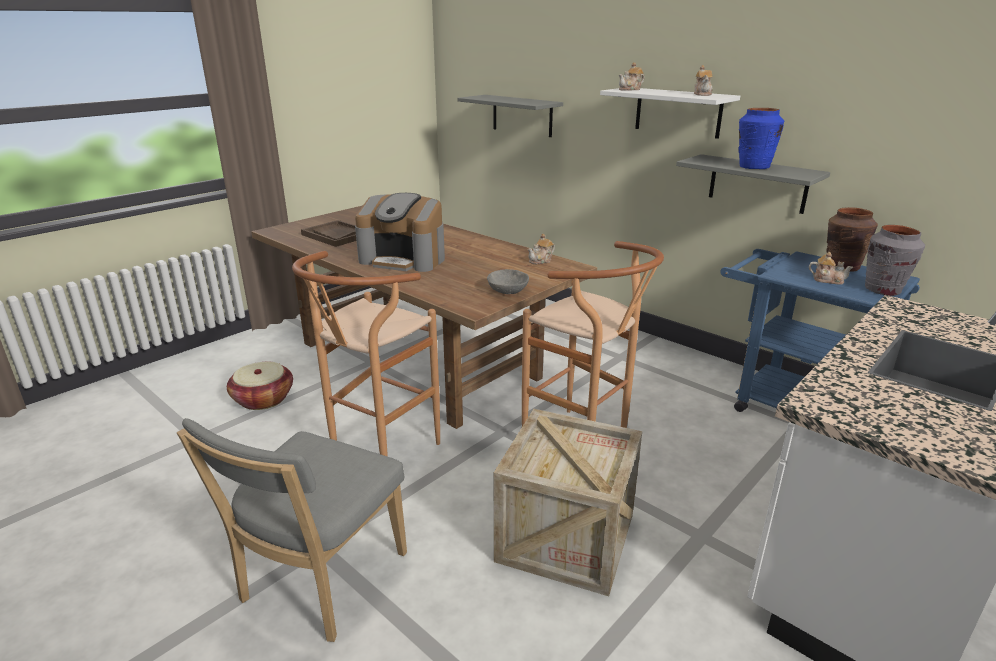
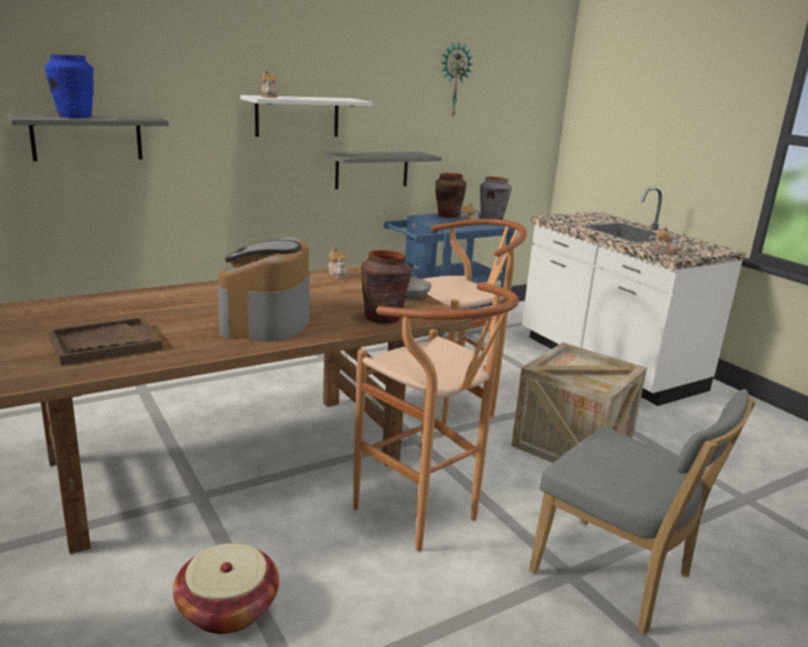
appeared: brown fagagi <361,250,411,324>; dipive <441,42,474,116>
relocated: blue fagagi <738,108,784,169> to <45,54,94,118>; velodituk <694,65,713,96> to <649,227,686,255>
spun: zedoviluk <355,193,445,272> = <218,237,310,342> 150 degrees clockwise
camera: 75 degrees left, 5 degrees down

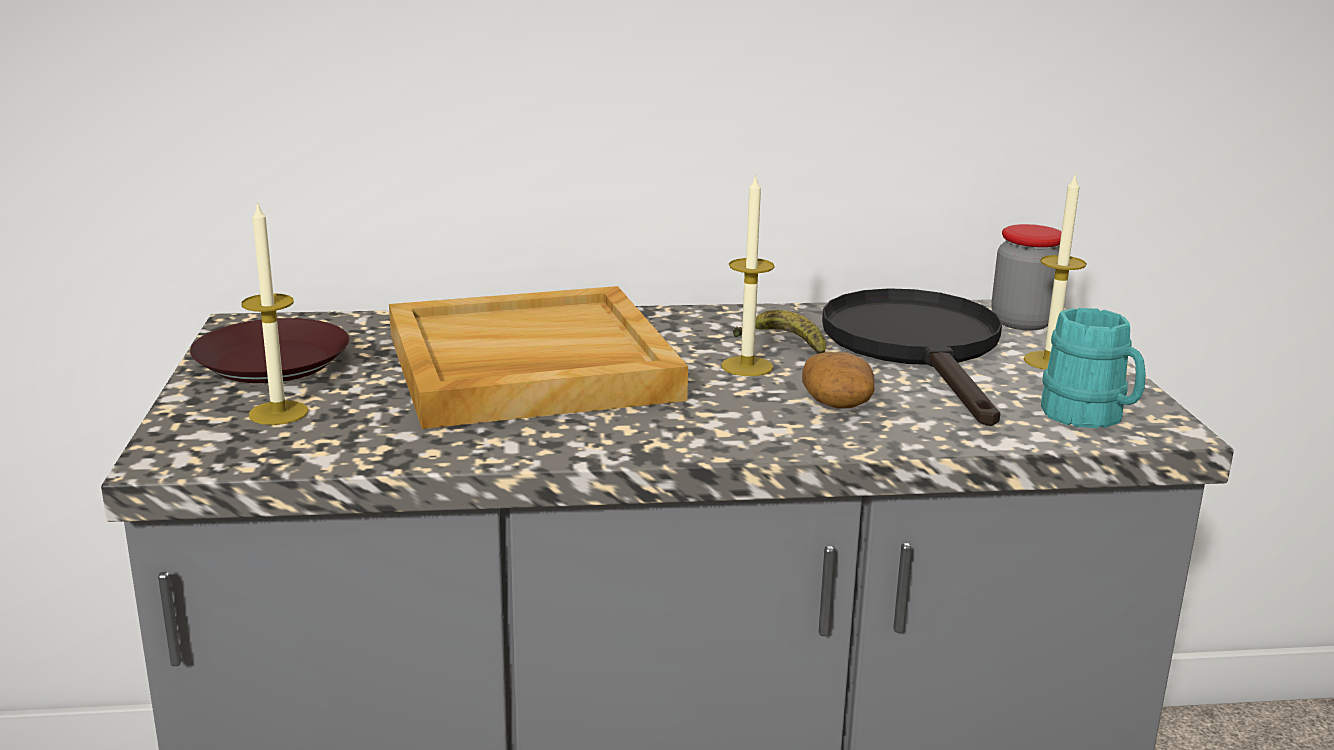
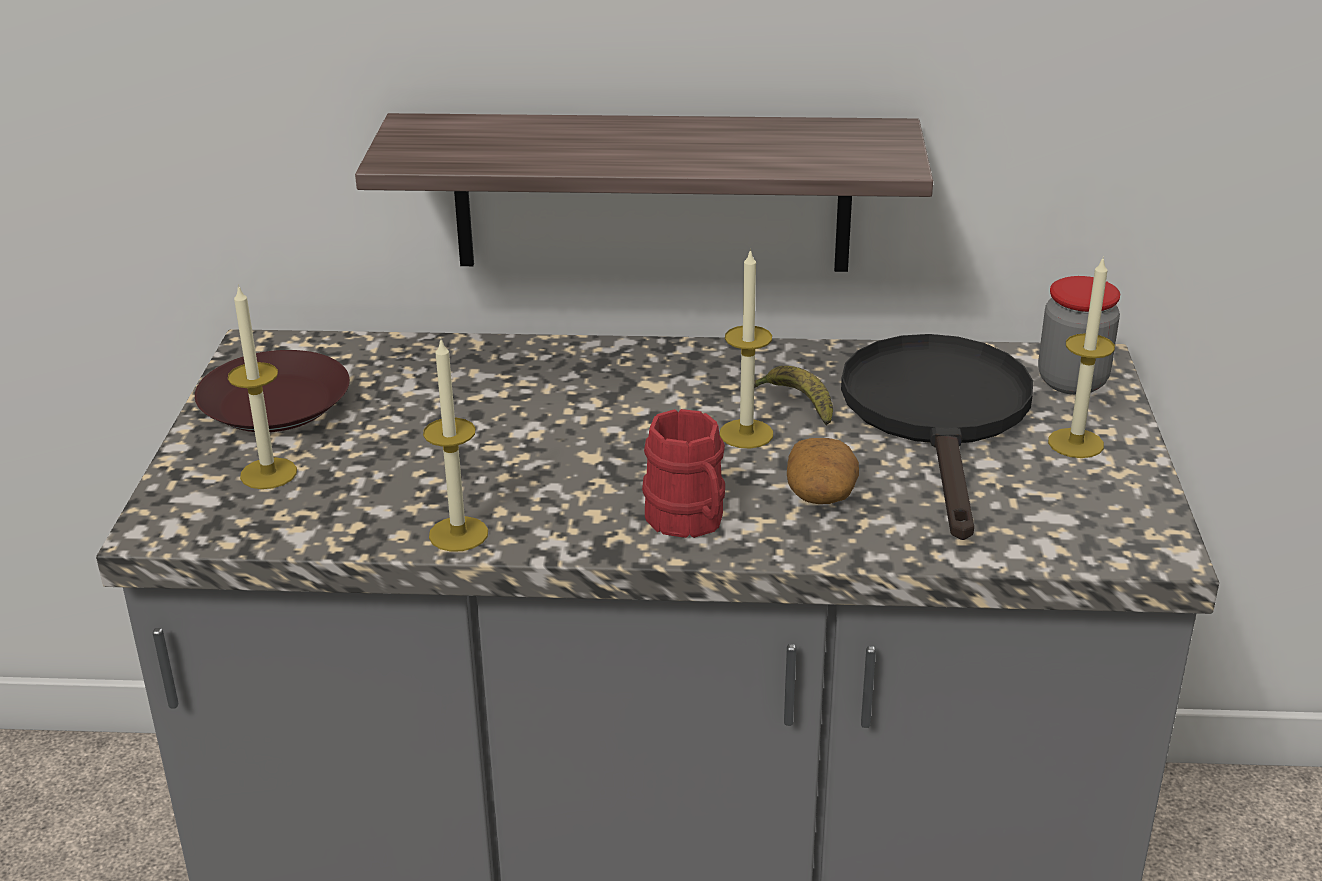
missing: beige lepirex <389,286,688,429>; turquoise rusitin <1041,308,1146,428>
appeared: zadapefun <355,113,933,272>; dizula <423,337,488,552>; red rusitin <642,409,725,538>
camera: 10 degrees right, 10 degrees up

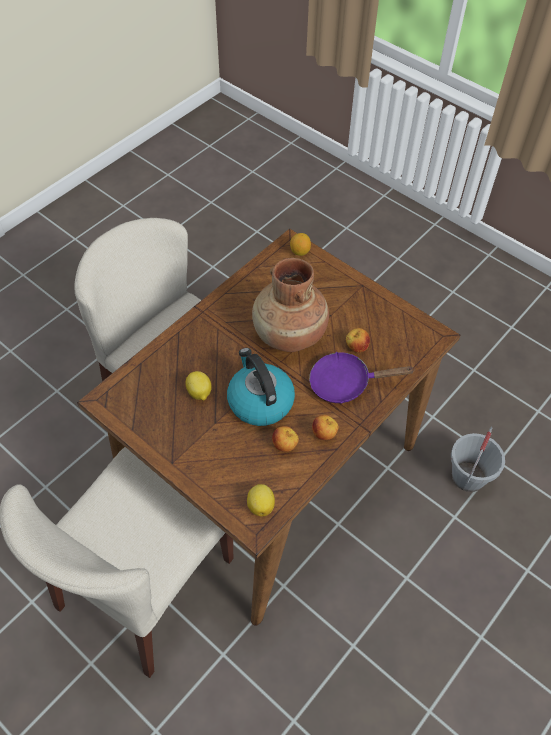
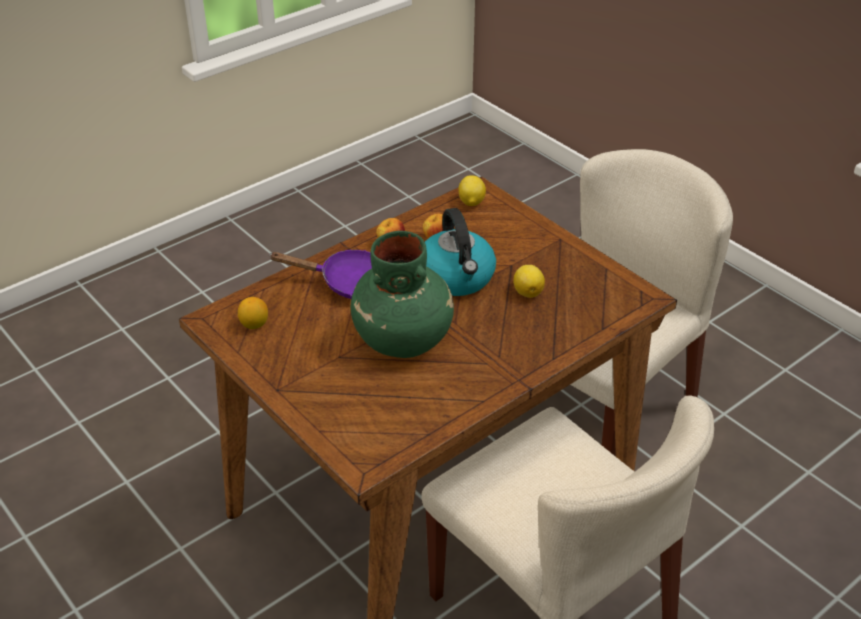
missing: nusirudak <346,328,370,353>; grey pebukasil <451,427,505,492>
relocated: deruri <290,233,311,256> to <238,297,268,329>
colour: brown fagagi <252,258,329,352> to green fagagi <351,231,454,358>
camera: 170 degrees left, 15 degrees down

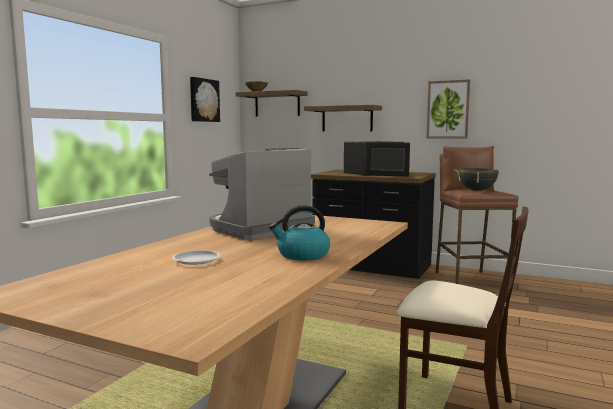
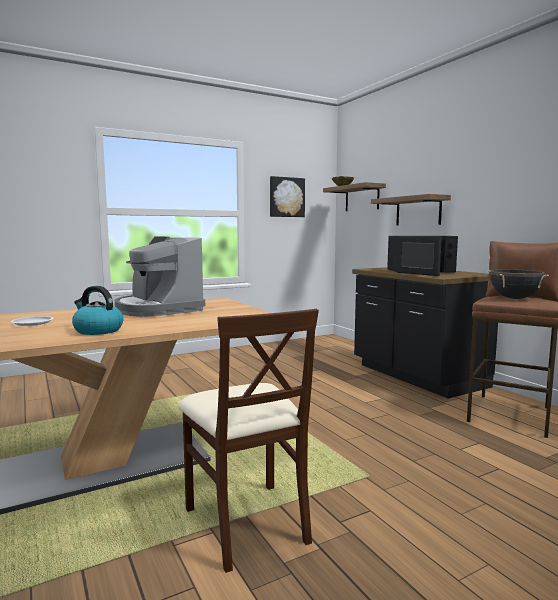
missing: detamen <427,79,470,139>
spun: zedoviluk <209,148,315,240> = <115,236,205,317> 120 degrees counterclockwise
camera: 35 degrees right, 0 degrees up

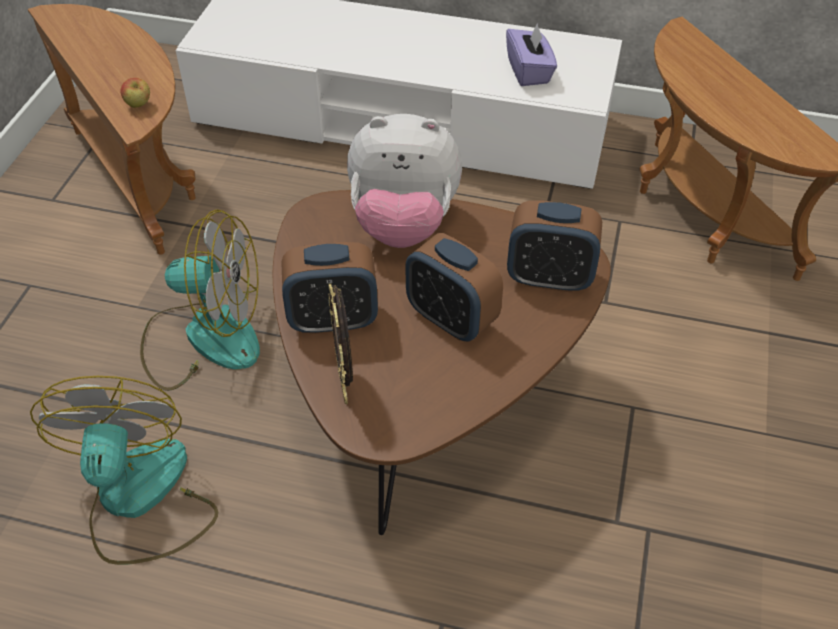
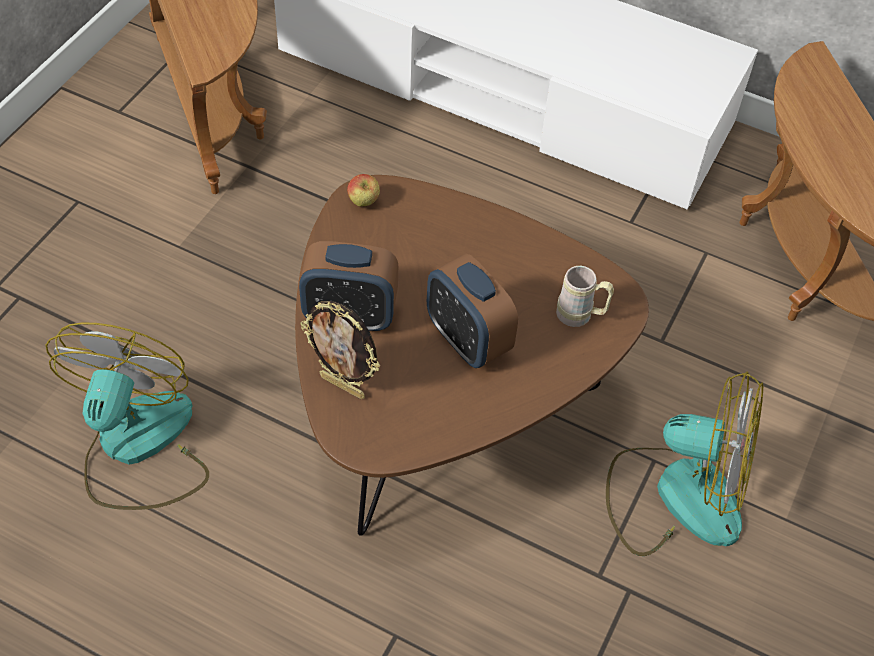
missing: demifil <347,114,462,248>; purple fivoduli <506,23,557,86>
relocated: nusirudak <120,78,150,108> to <347,174,380,207>; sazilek <140,209,260,391> to <606,372,763,556>
exchanged: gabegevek <507,200,602,293> to beige rusitin <556,266,614,327>
spun: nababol <329,284,353,404> = <300,301,380,399> 60 degrees counterclockwise
camera: 10 degrees right, 5 degrees up

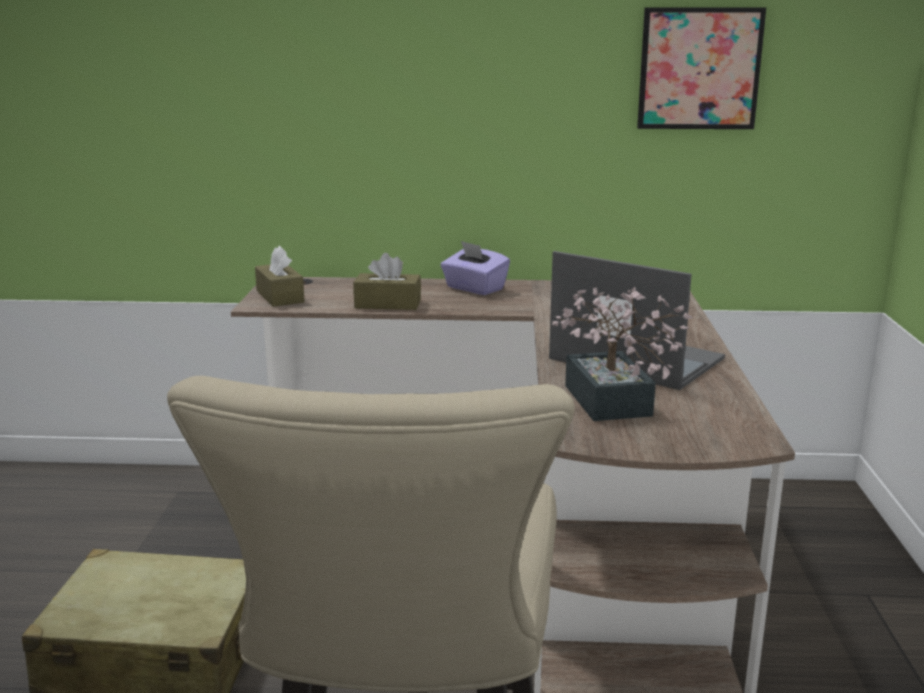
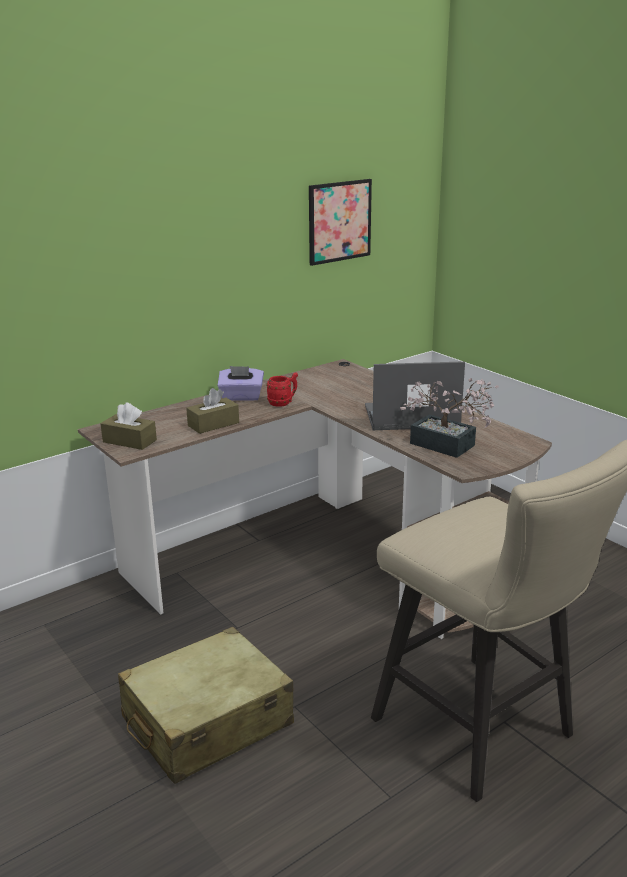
appeared: red rusitin <266,373,298,407>
camera: 40 degrees left, 5 degrees up

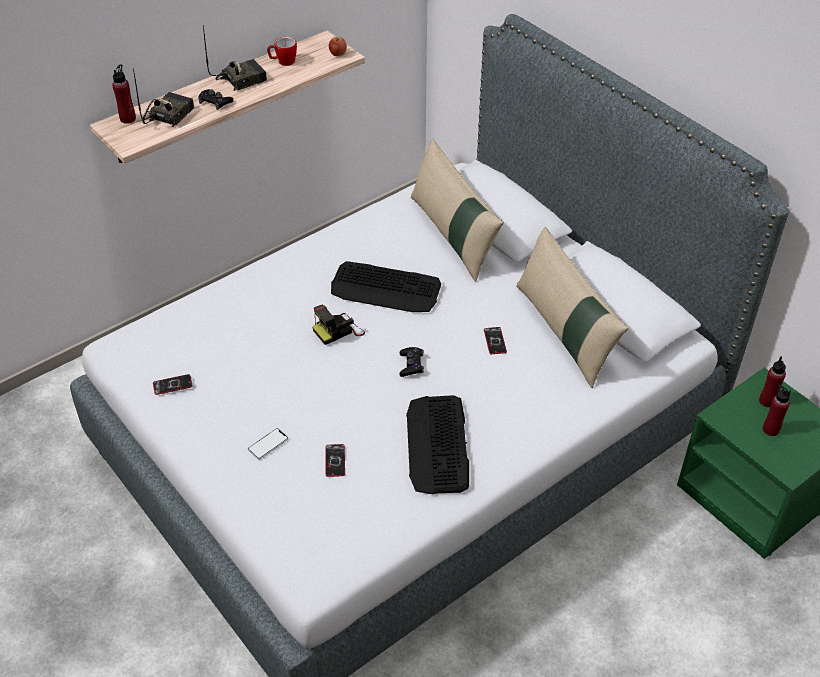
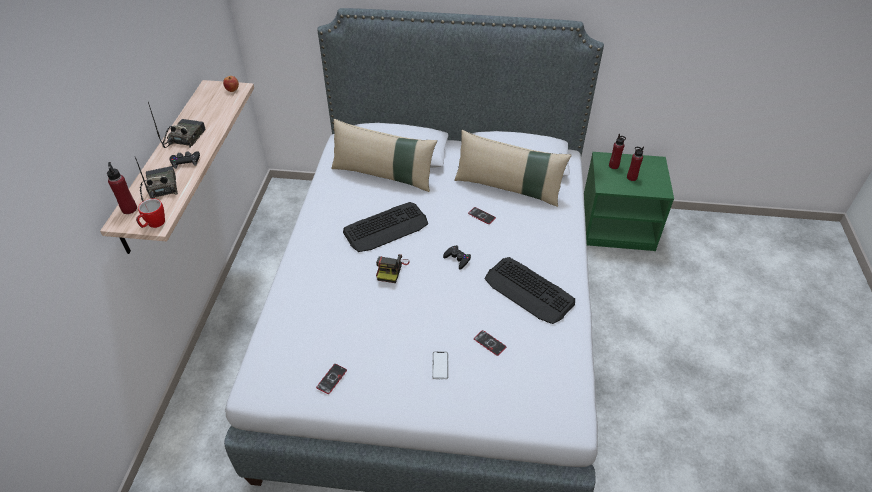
relocated: rusitin <267,37,297,66> to <136,198,165,228>
camera: 45 degrees left, 0 degrees up

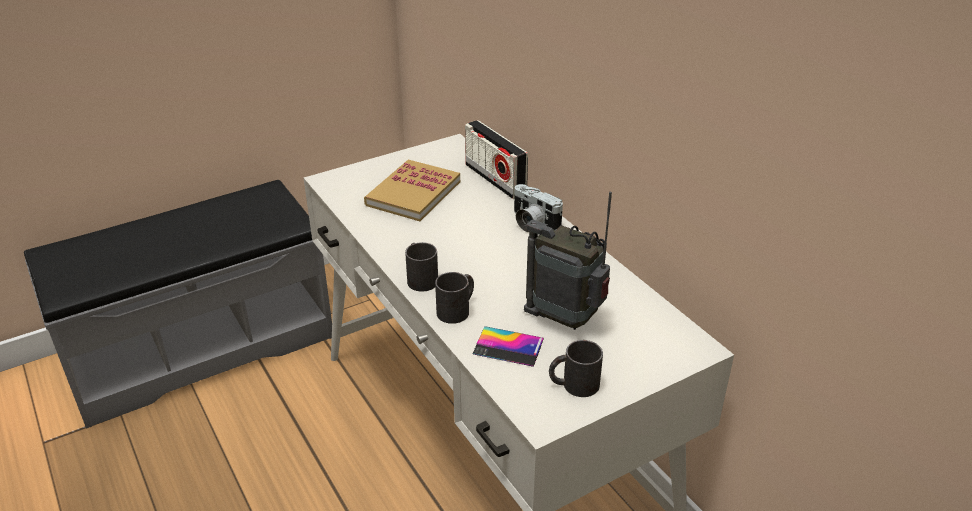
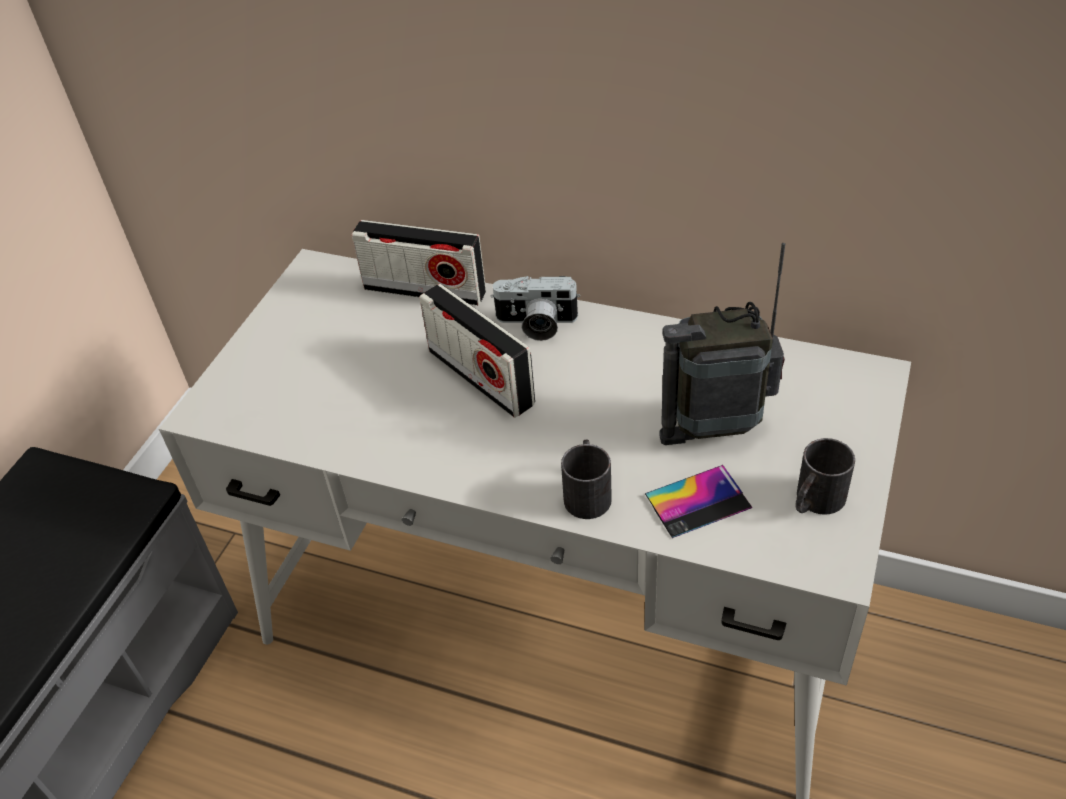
missing: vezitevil <364,160,460,221>; black rusitin <405,242,438,292>
appeared: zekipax <419,284,535,418>
camera: 35 degrees left, 10 degrees up

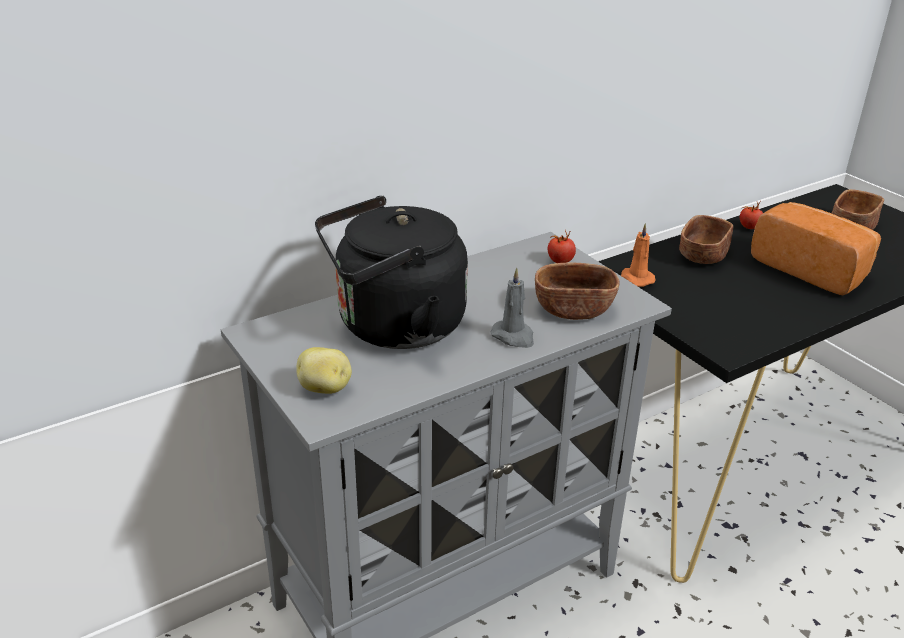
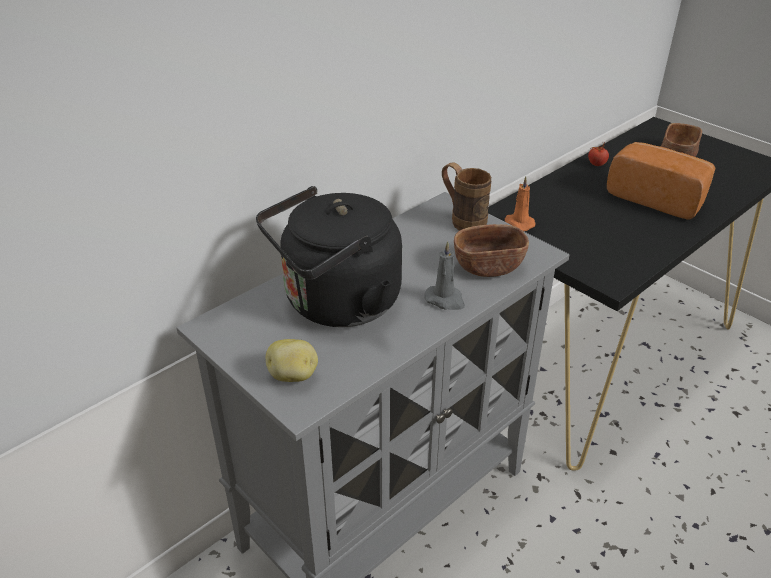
missing: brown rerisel <679,215,733,264>
exchanged: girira <548,230,576,263> to brown rusitin <442,162,491,231>
camera: 10 degrees left, 5 degrees up

